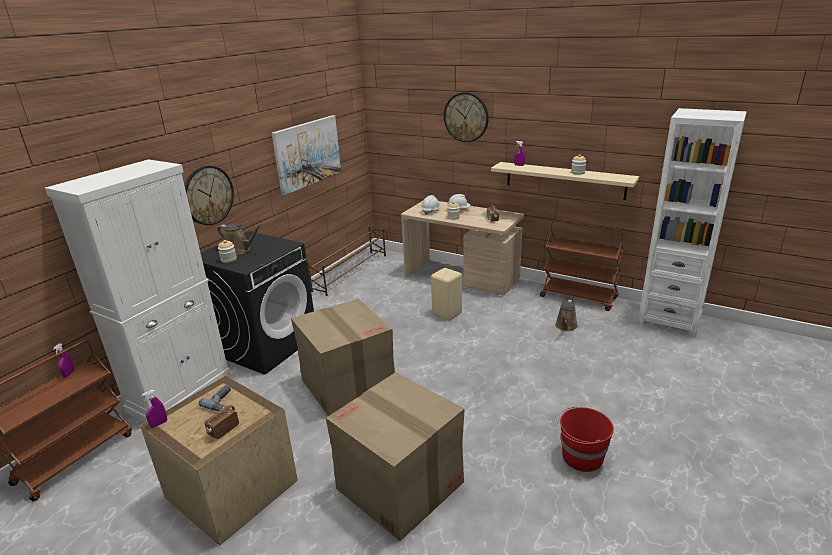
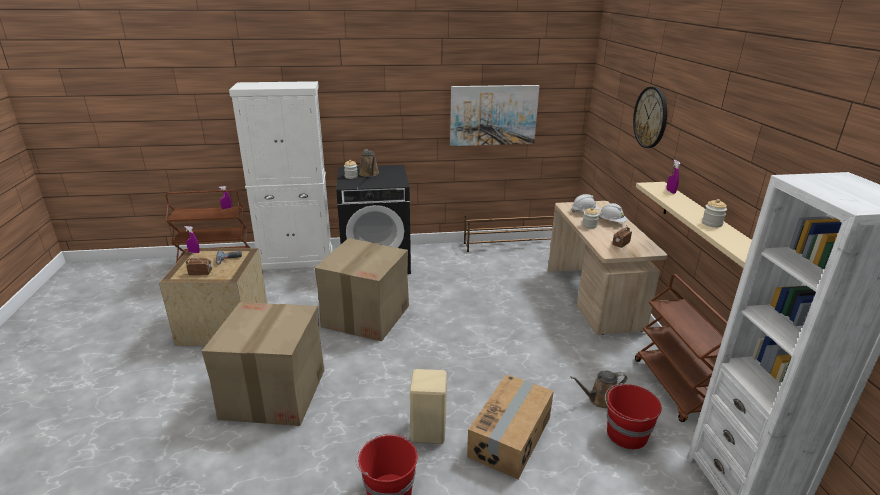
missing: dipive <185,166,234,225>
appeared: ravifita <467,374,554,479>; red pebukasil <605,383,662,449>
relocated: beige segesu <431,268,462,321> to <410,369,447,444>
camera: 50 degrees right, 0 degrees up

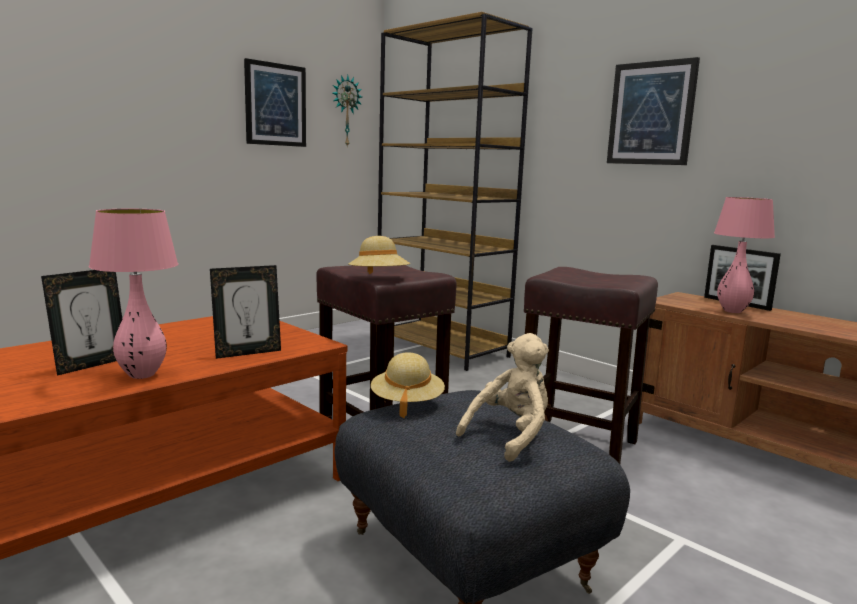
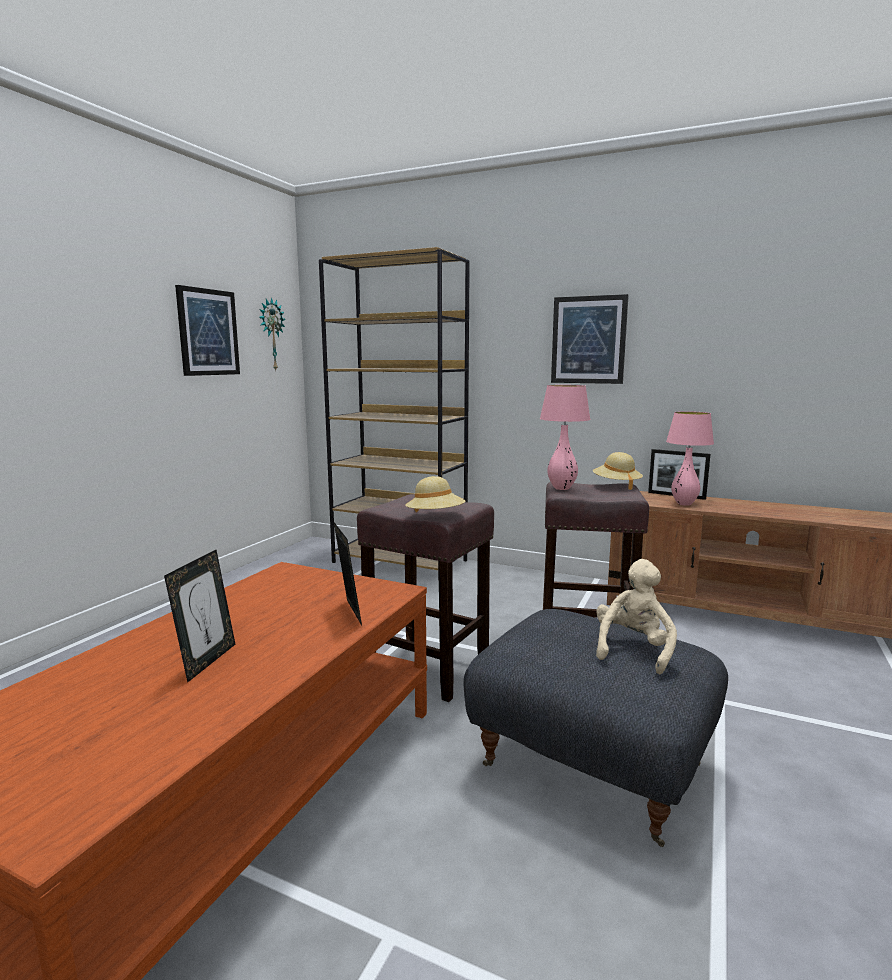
relocated: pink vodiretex <89,209,178,379> to <540,385,591,490>; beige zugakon <371,352,445,418> to <593,452,643,490>
spun: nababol <210,265,281,359> = <333,521,362,625> 60 degrees counterclockwise
camera: 20 degrees left, 0 degrees up

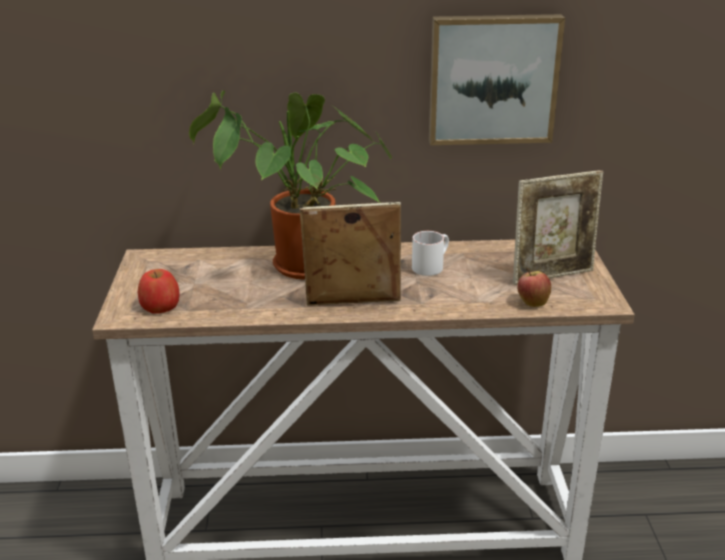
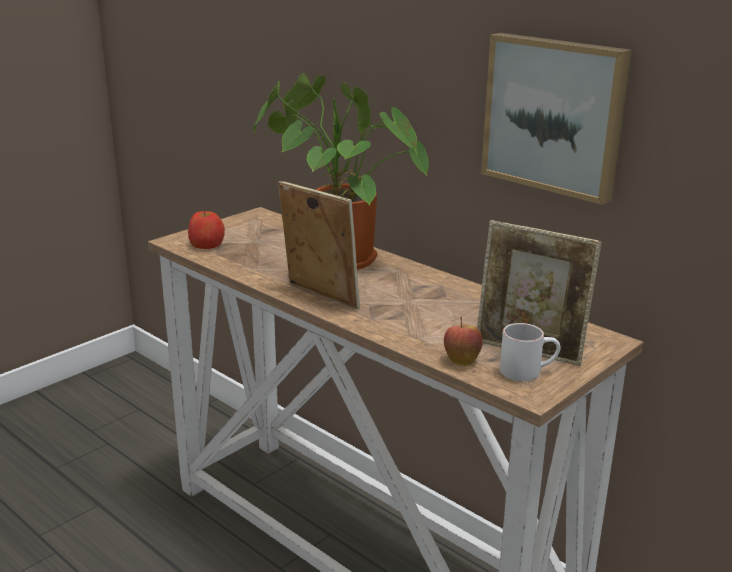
relocated: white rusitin <412,231,449,276> to <500,323,561,381>
camera: 45 degrees right, 5 degrees down

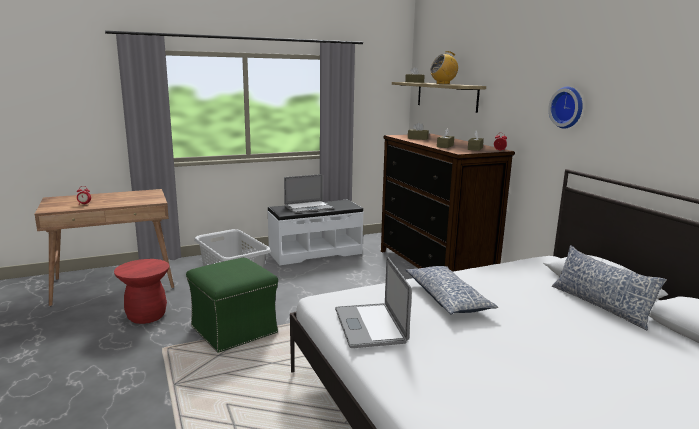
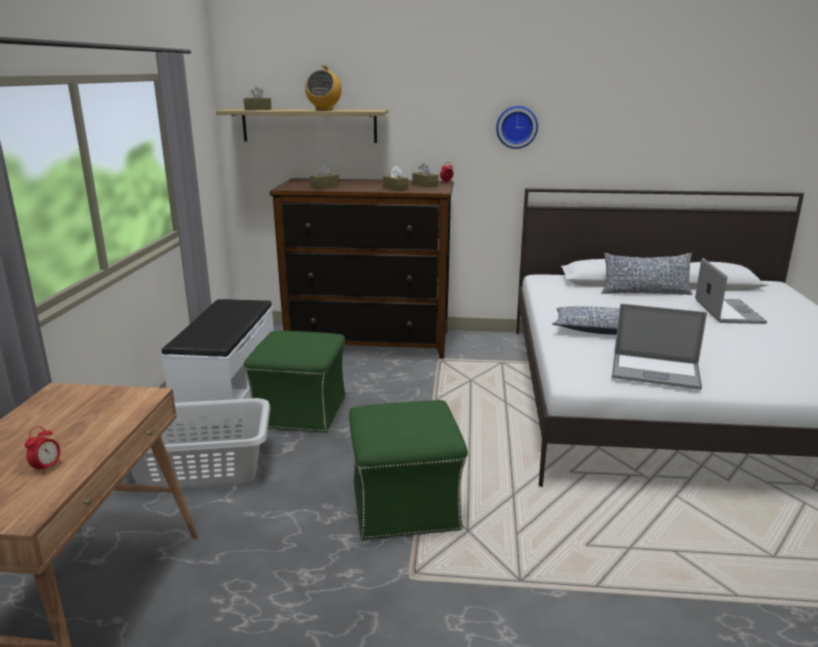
missing: red segesu <114,259,169,324>
appeared: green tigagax <244,331,346,433>
relocated: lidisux <284,174,334,213> to <695,258,767,324>
camera: 60 degrees left, 5 degrees up

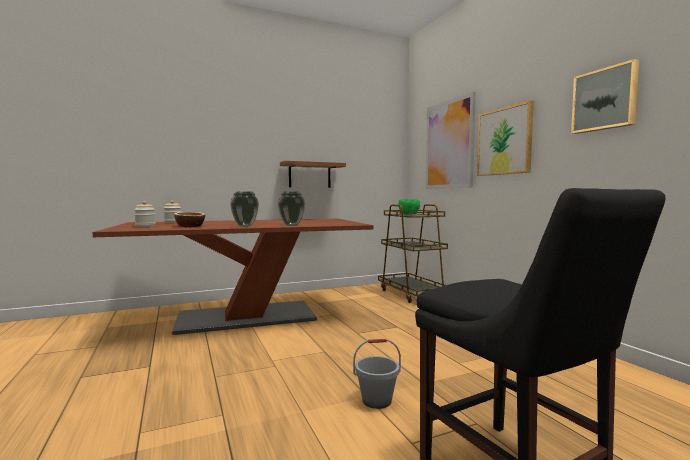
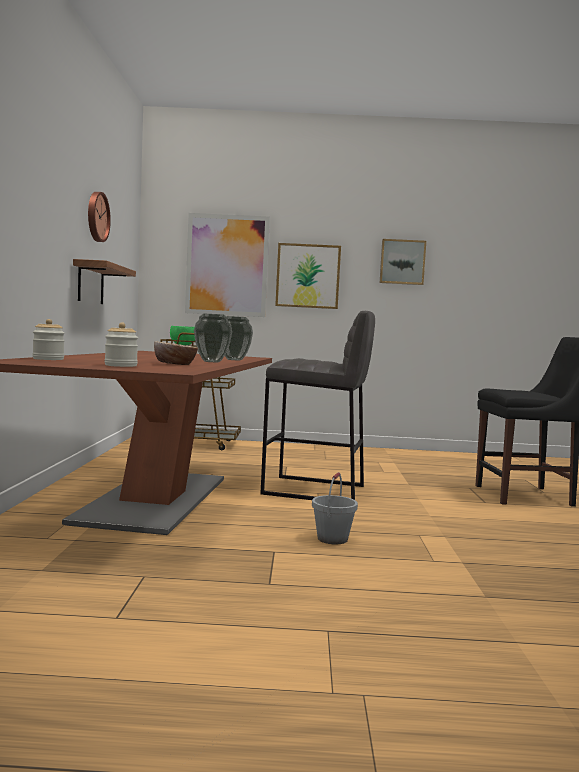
appeared: dipive <88,192,111,242>; grey segesu <261,311,375,500>
relocated: grey pebukasil <353,339,401,409> to <312,472,358,544>
camera: 65 degrees left, 0 degrees up

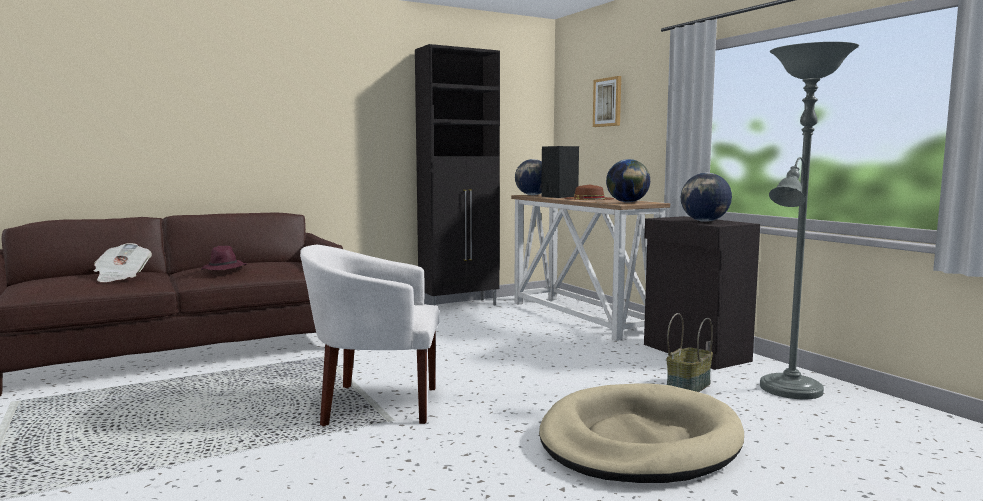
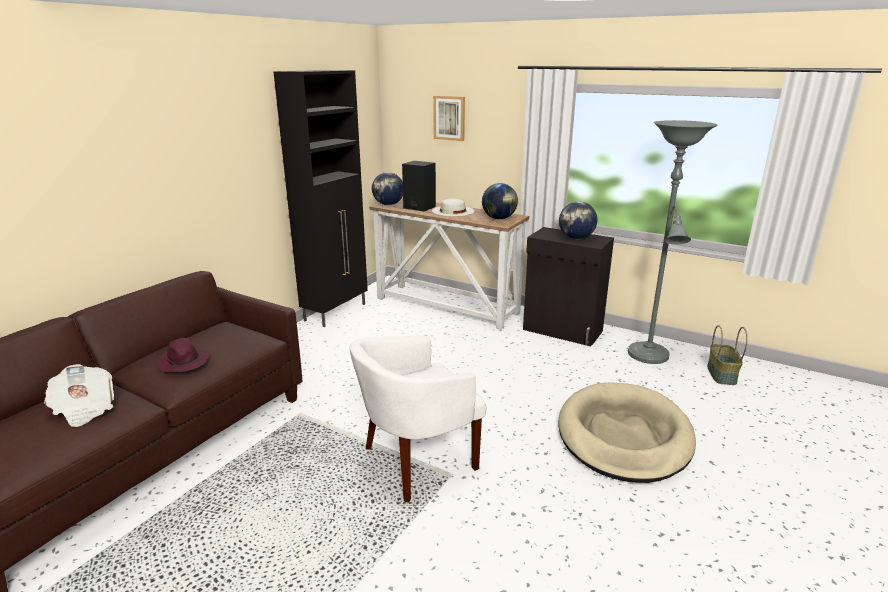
relocated: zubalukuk <666,313,713,392> to <707,325,748,385>
colour: brown zugakon <564,185,614,200> to white zugakon <432,199,474,216>
camera: 30 degrees left, 15 degrees up

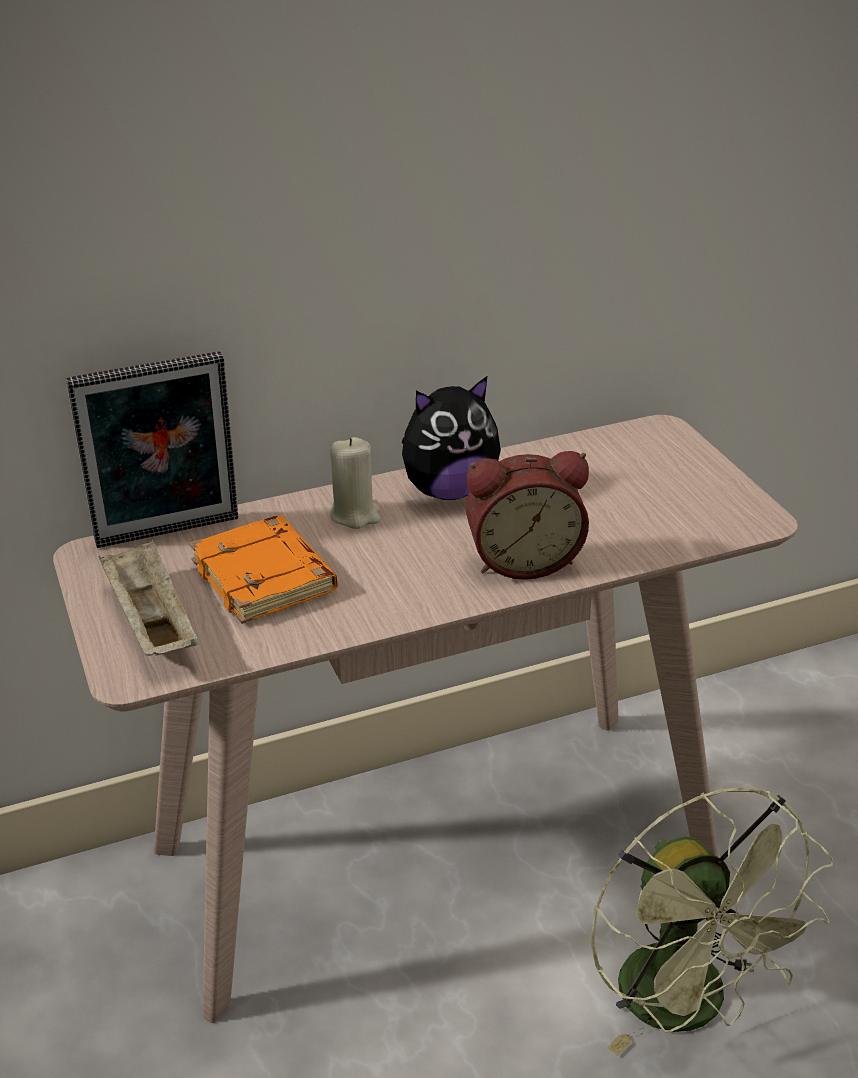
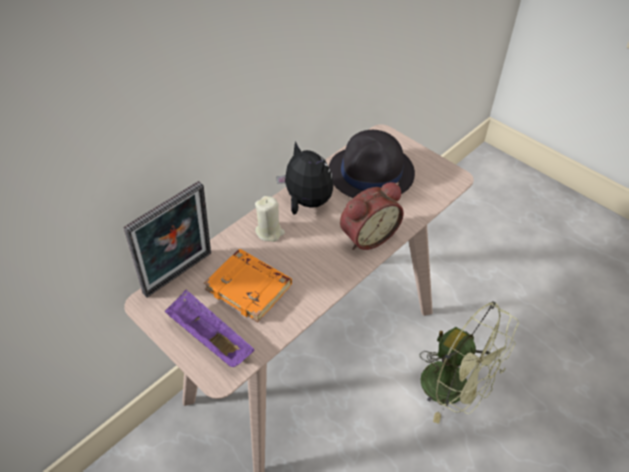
appeared: black zugakon <329,130,415,198>
colour: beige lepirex <99,539,198,656> to purple lepirex <165,289,254,367>
spun: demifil <402,376,501,500> = <276,141,334,215> 90 degrees counterclockwise
camera: 25 degrees left, 15 degrees up

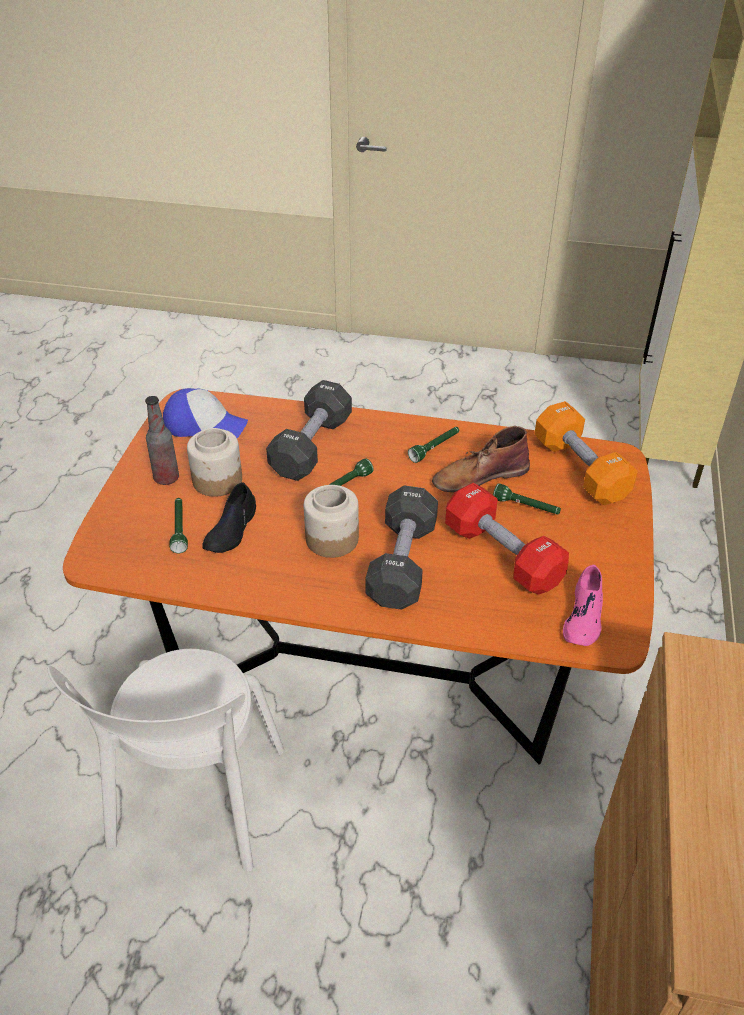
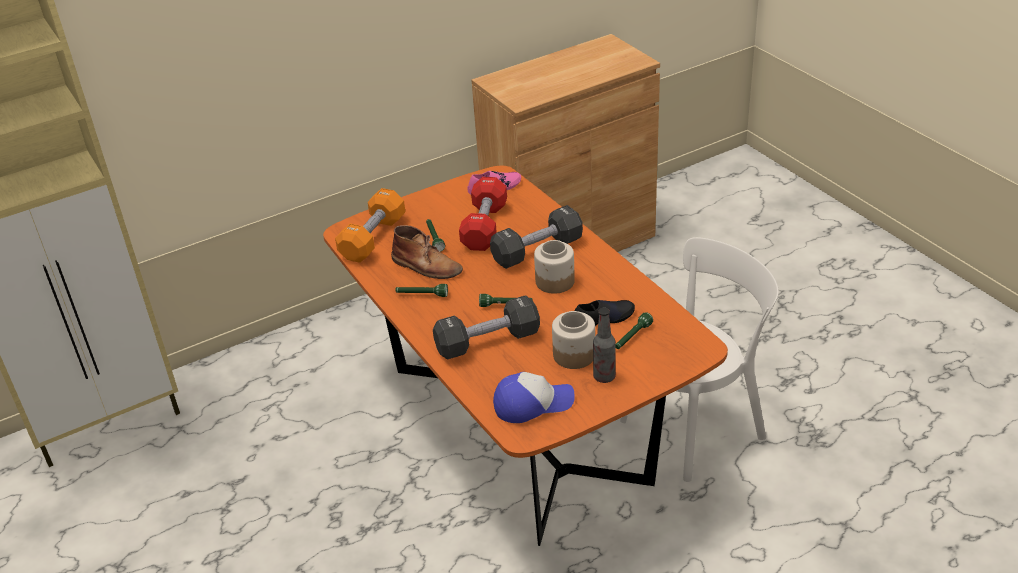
spun: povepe <163,388,248,438> = <493,372,575,423> 105 degrees clockwise
camera: 130 degrees left, 5 degrees down

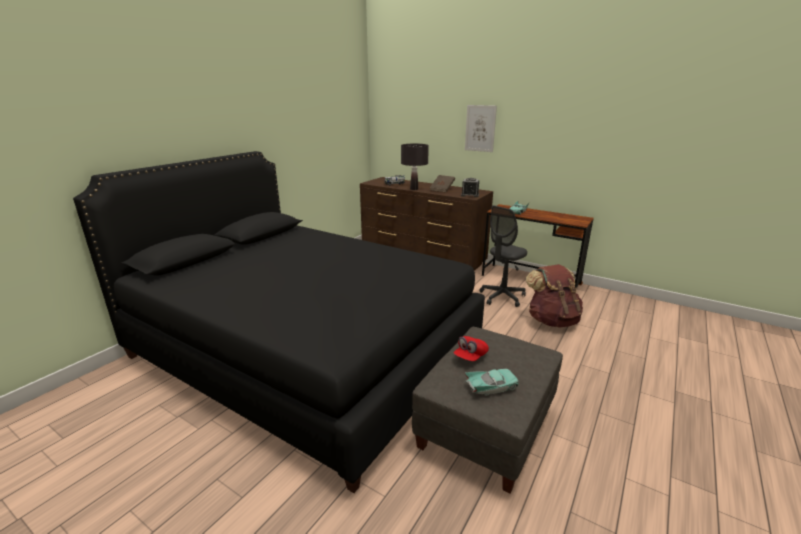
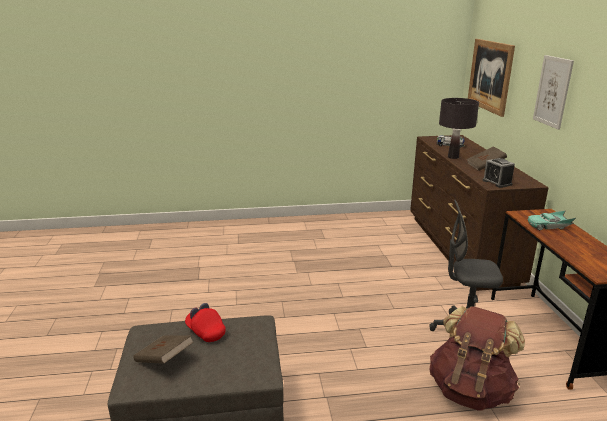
missing: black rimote <73,151,485,493>
appeared: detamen <468,39,515,117>
exchanged: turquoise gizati <464,369,519,396> to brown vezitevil <133,335,194,364>
spun: red povepe <454,336,489,361> = <185,303,226,342> 45 degrees clockwise
camera: 50 degrees right, 0 degrees up

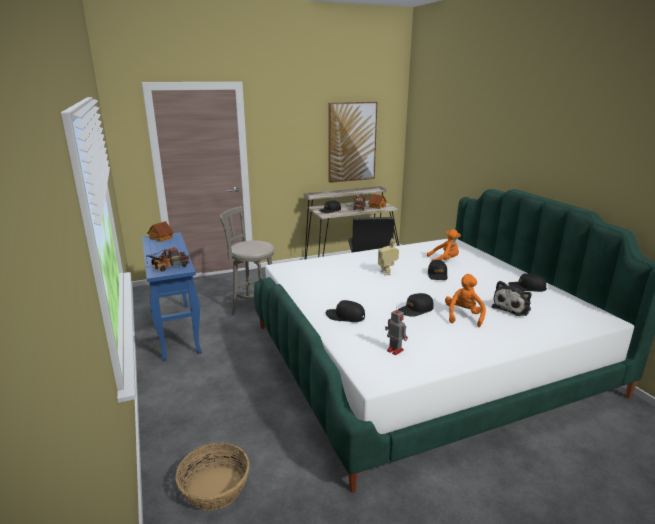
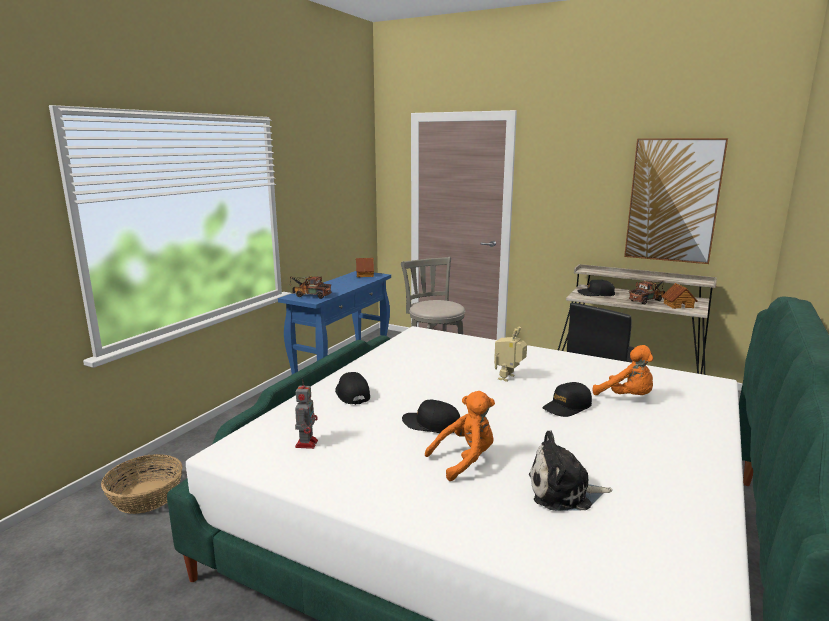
missing: black povepe <508,273,547,292>
camera: 50 degrees right, 5 degrees down

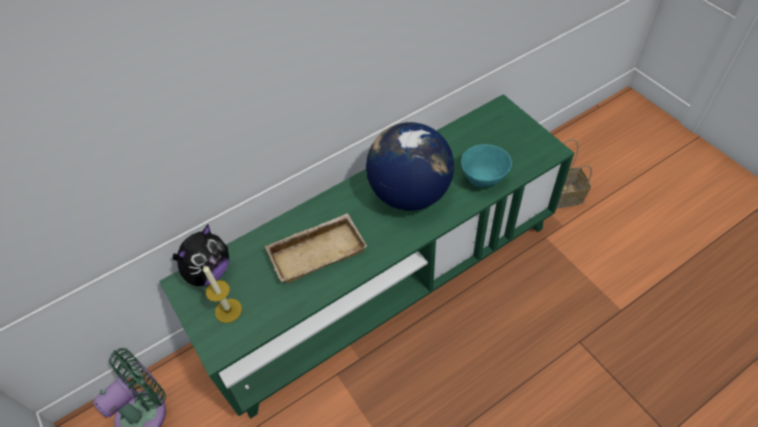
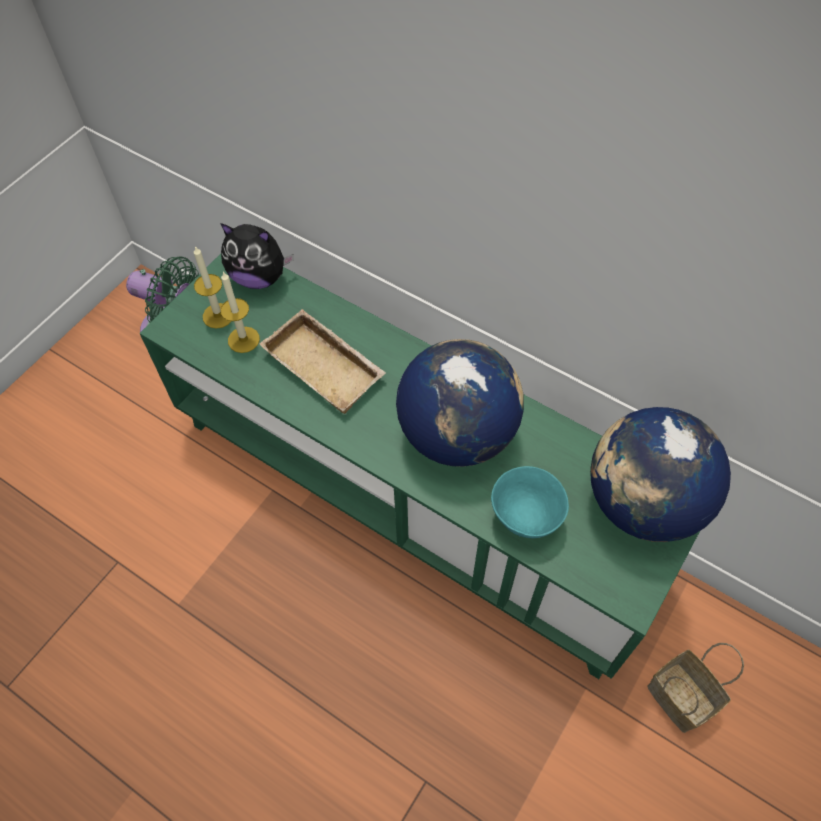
appeared: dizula <220,271,260,353>; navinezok <590,407,731,542>
camera: 65 degrees right, 5 degrees up

